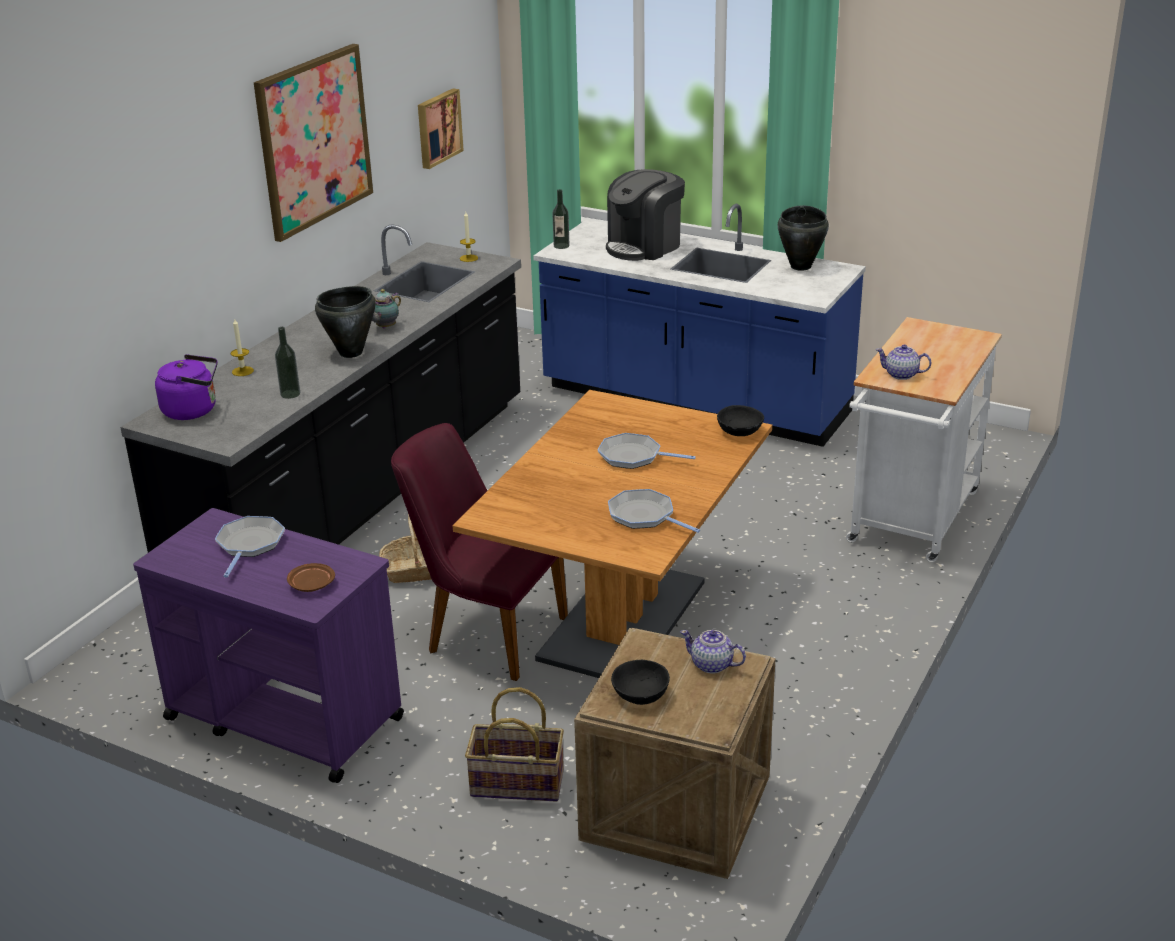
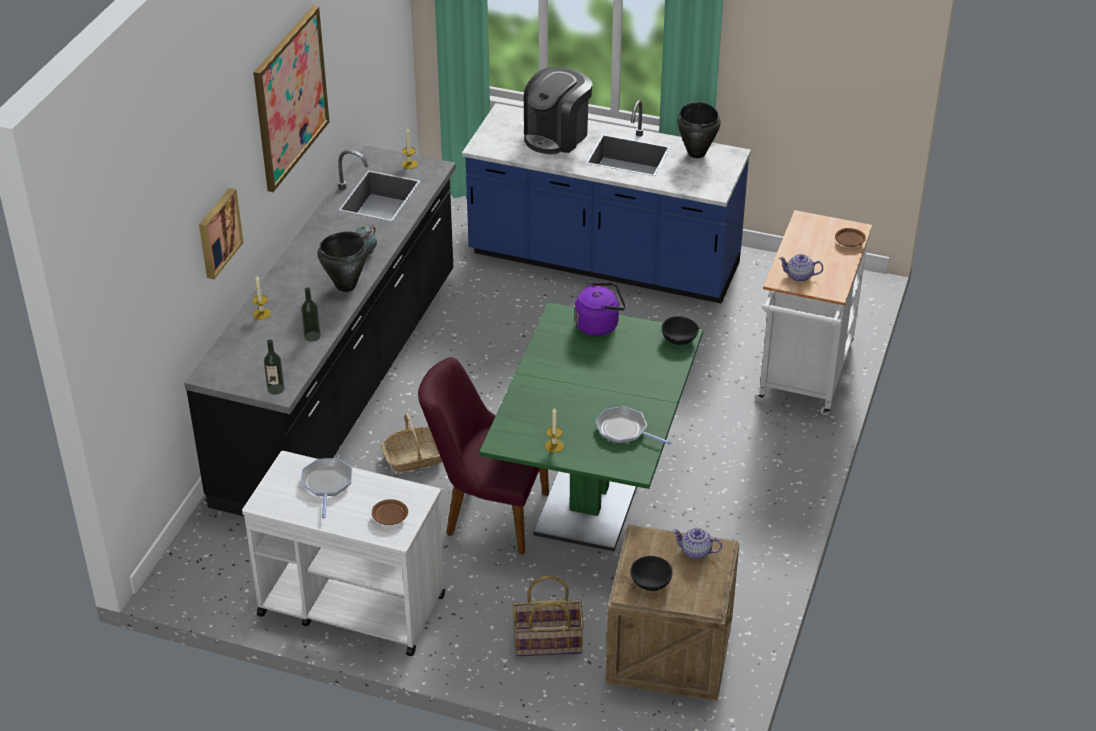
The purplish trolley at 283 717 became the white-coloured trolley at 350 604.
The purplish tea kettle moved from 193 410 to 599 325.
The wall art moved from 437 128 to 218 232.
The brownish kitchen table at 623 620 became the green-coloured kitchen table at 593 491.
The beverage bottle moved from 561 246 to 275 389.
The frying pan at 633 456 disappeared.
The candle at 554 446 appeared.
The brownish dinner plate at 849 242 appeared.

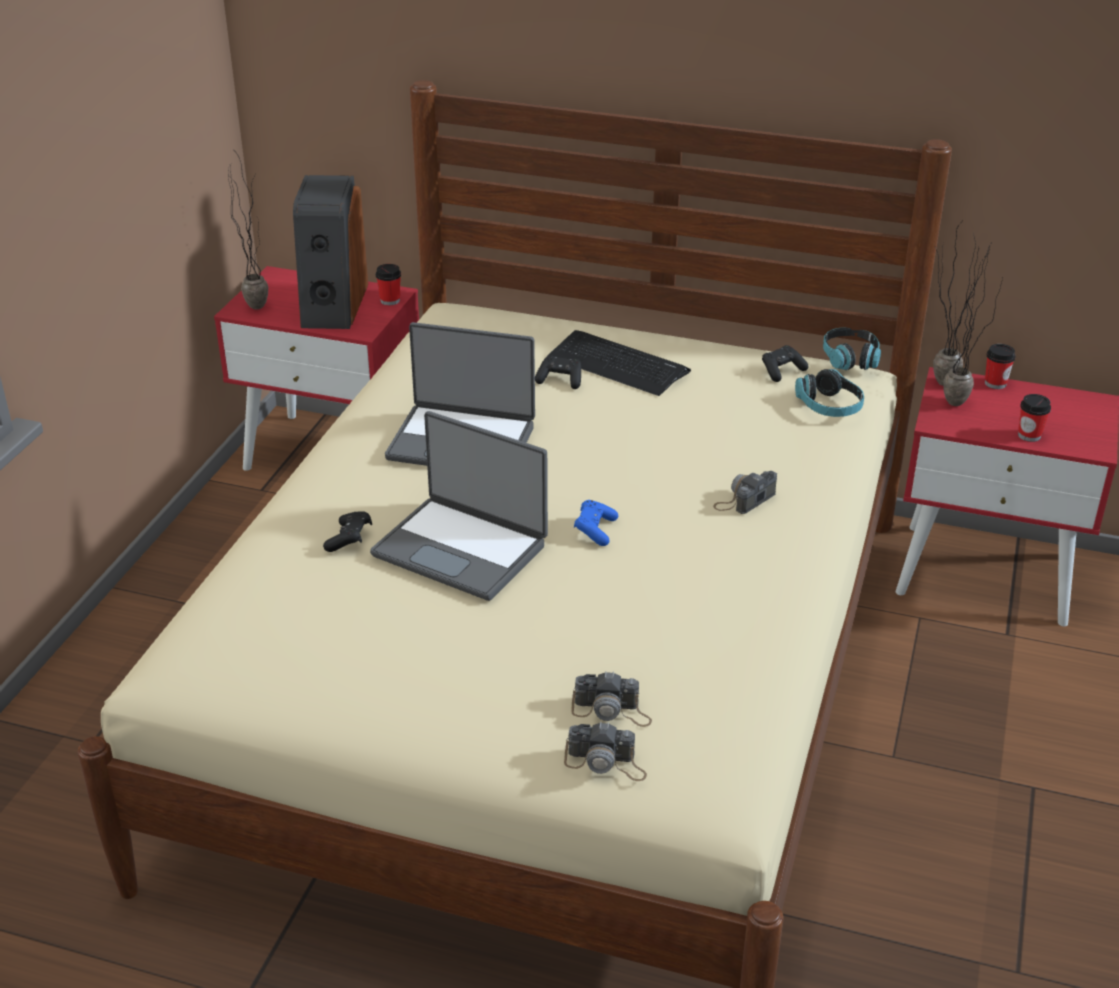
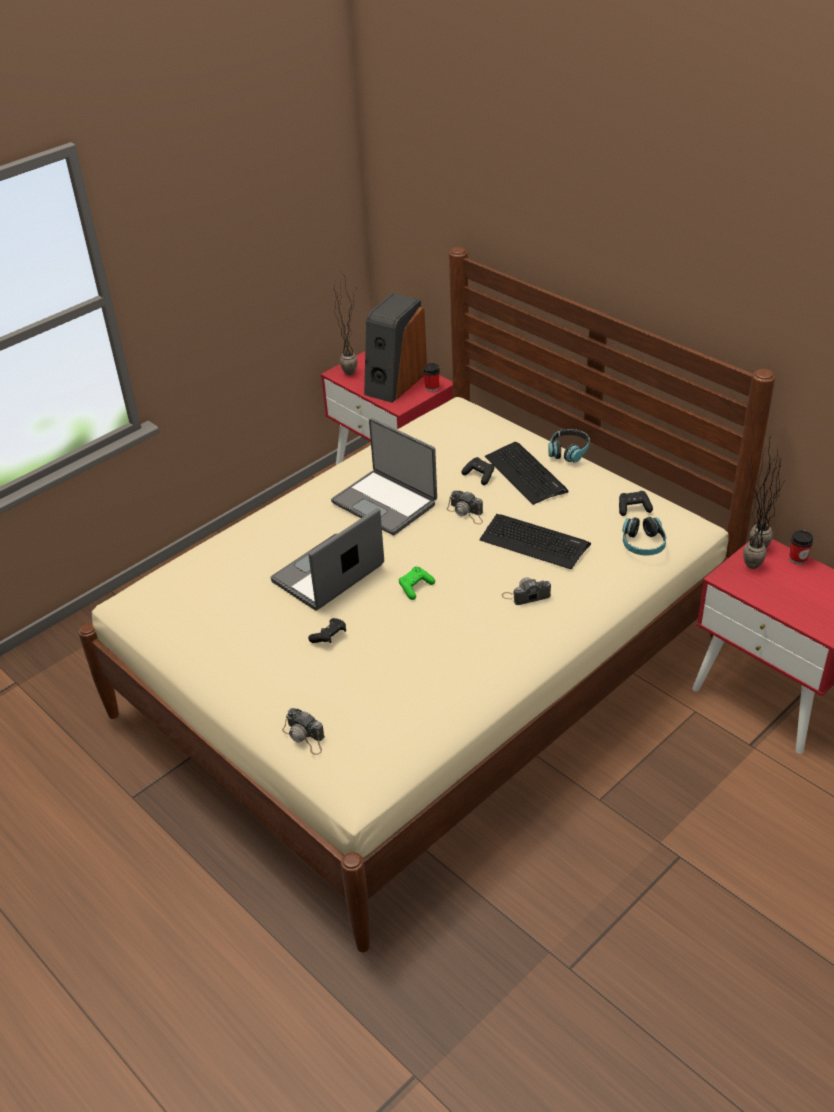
The blackish gamepad moved from 349 540 to 329 637.
The laptop at 462 548 turned 75 degrees clockwise.
The photo camera moved from 611 711 to 466 513.
The blue gamepad at 595 530 became the green-coloured gamepad at 415 587.
The pair of headphones moved from 850 358 to 568 451.
The cup at 1029 435 disappeared.
The computer keyboard at 534 542 appeared.

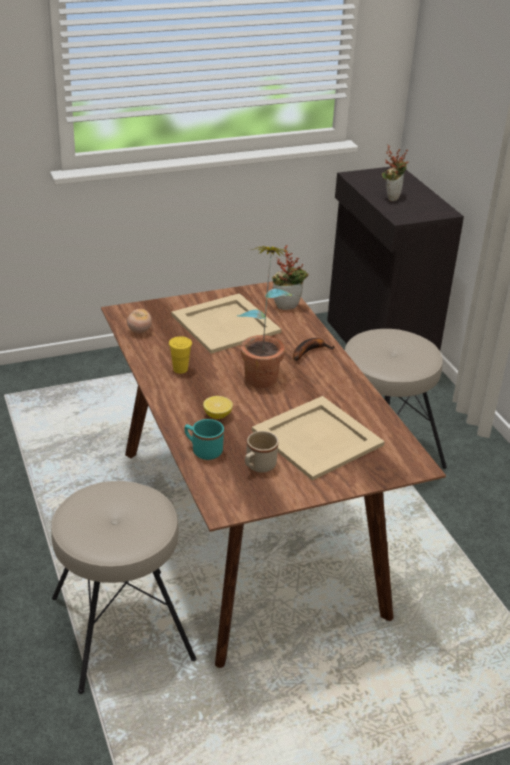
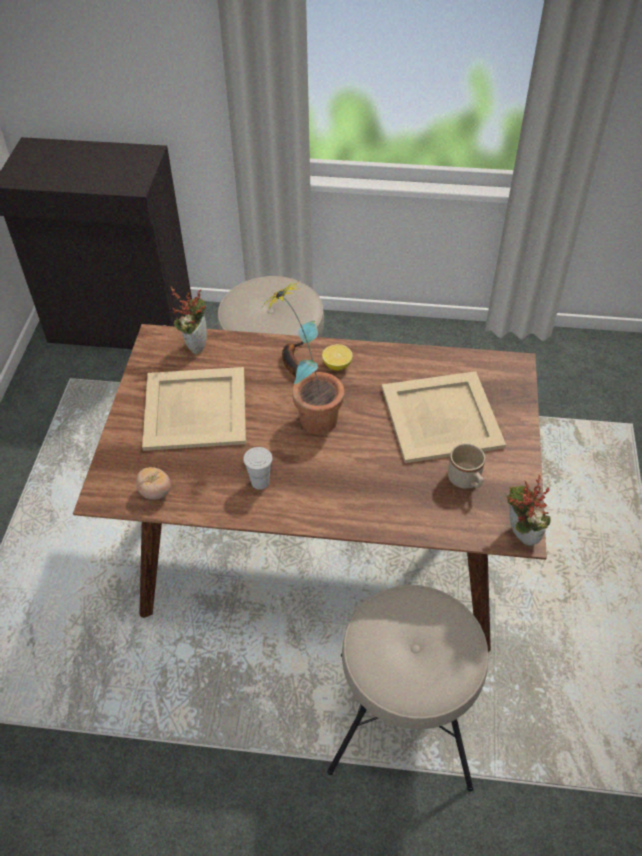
The yellow cup at 180 369 became the white-coloured cup at 260 482.
The turquoise tea mug at 203 450 disappeared.
The citrus fruit moved from 217 415 to 337 365.
The houseplant moved from 391 197 to 518 536.

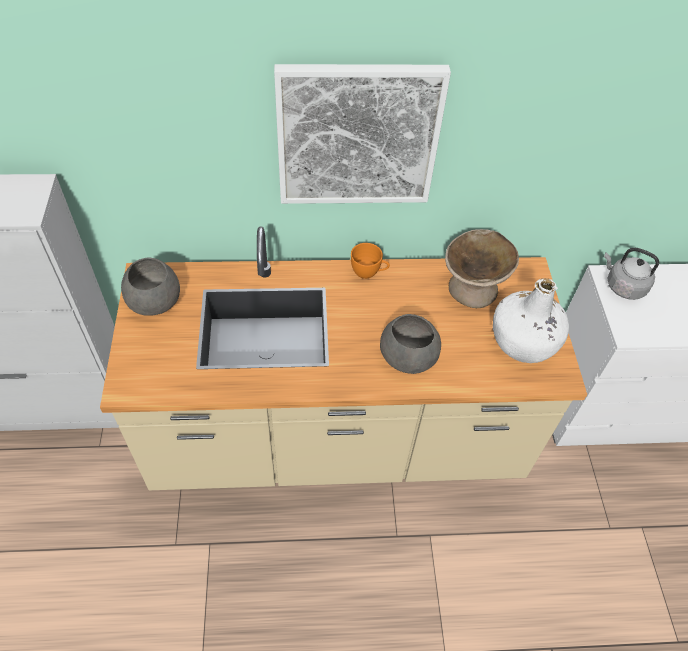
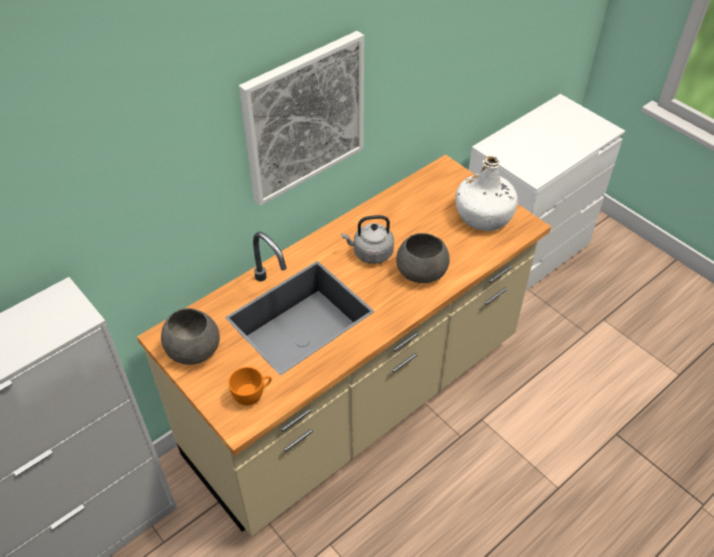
The orangey cup moved from 369 273 to 252 395.
The sand-coloured bowl at 473 289 disappeared.
The grey tea kettle moved from 623 286 to 370 253.

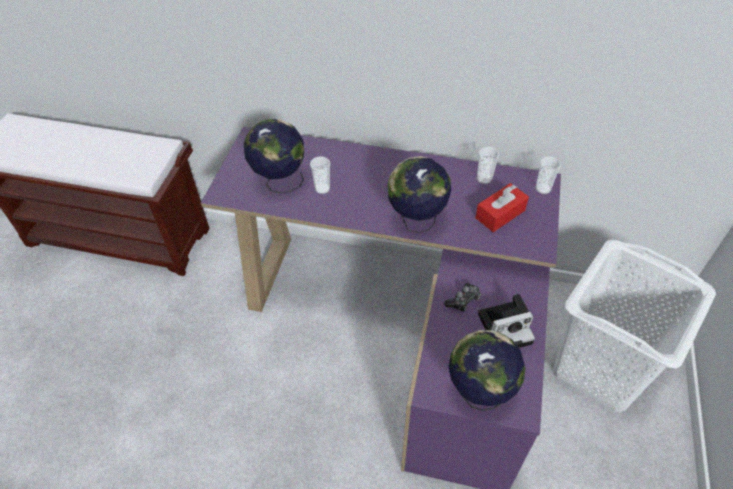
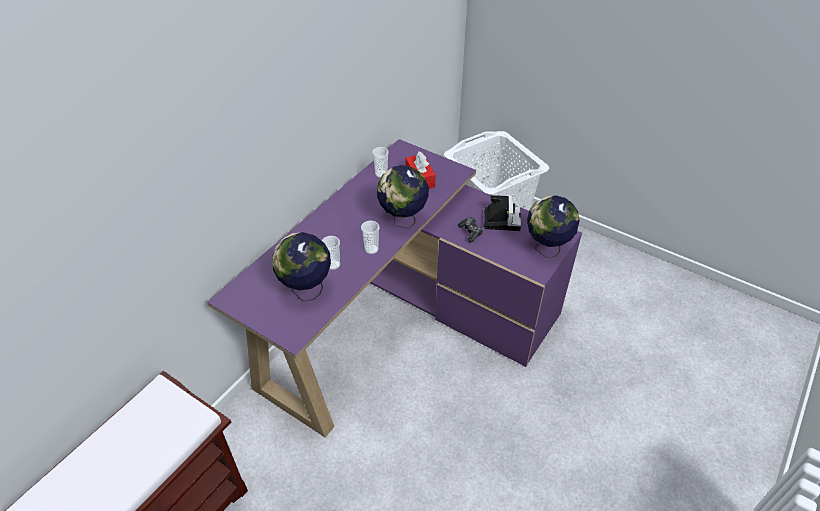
The cup moved from 543 189 to 371 249.

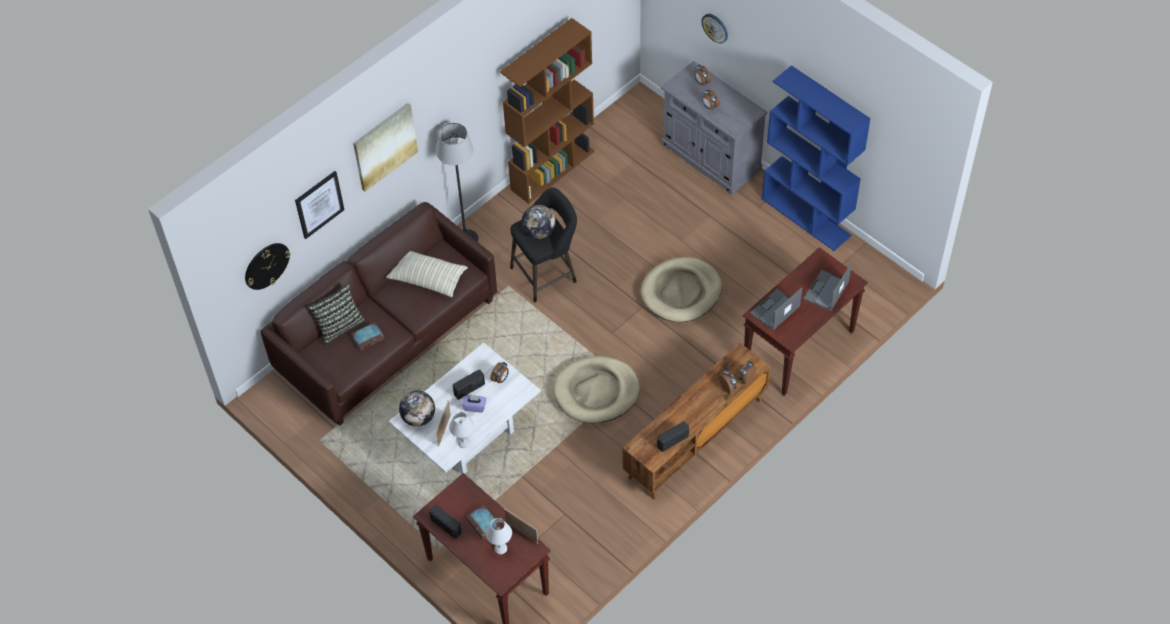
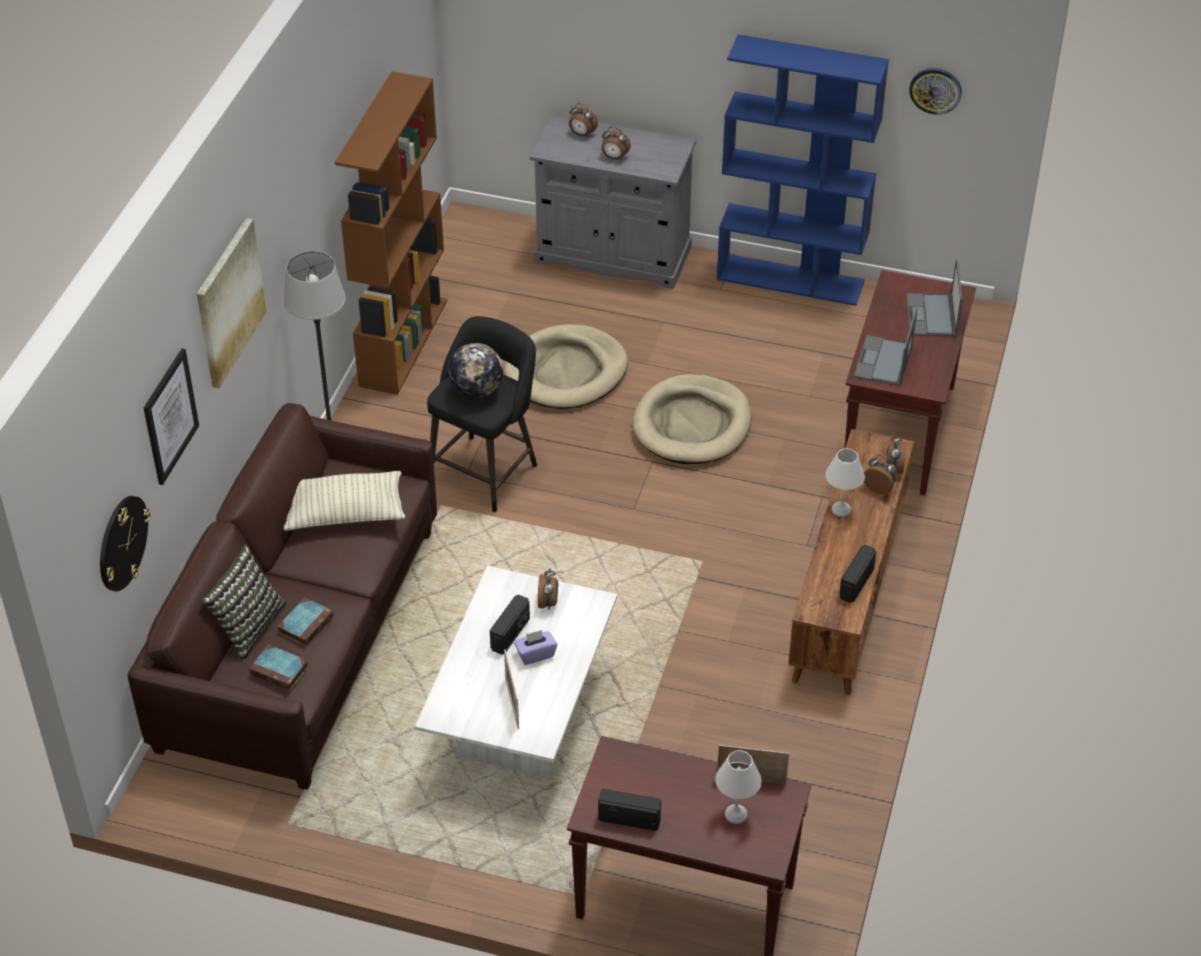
The world globe at 418 417 disappeared.
The white-coloured tabletop lamp moved from 464 443 to 842 509.
The bound book moved from 484 524 to 280 670.
The sand-coloured pet bed moved from 596 392 to 566 372.
The wall clock moved from 715 27 to 935 90.

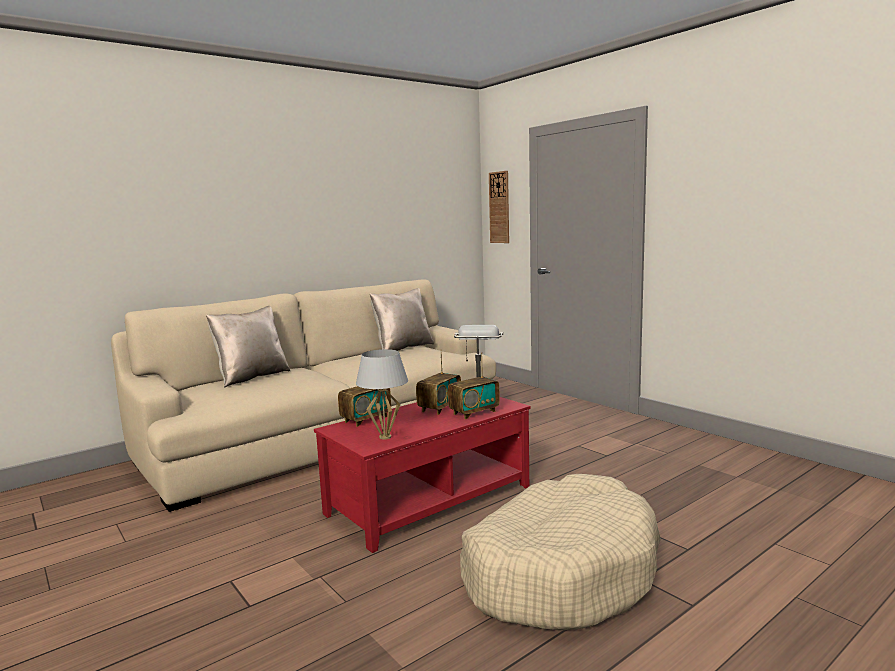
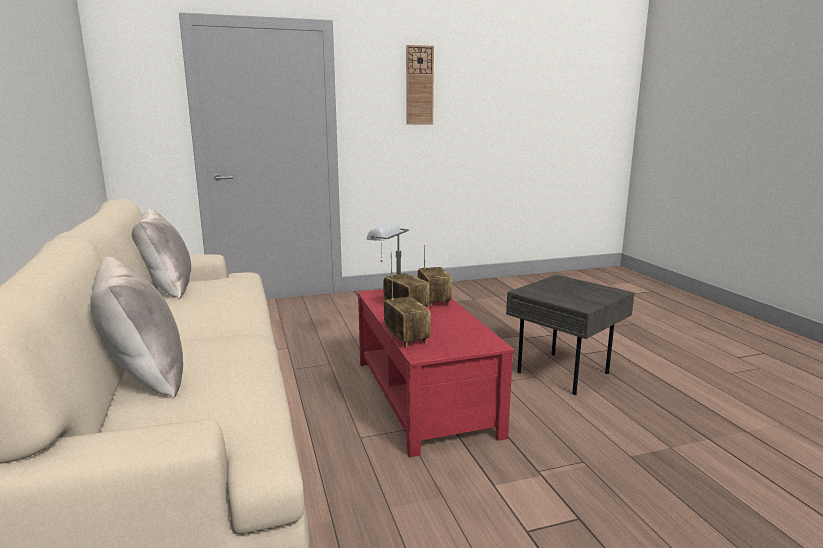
The white-coloured tabletop lamp at 385 437 disappeared.
The sand-coloured pet bed at 560 571 was replaced by the grey end table at 566 373.
The wall clock moved from 499 207 to 419 85.

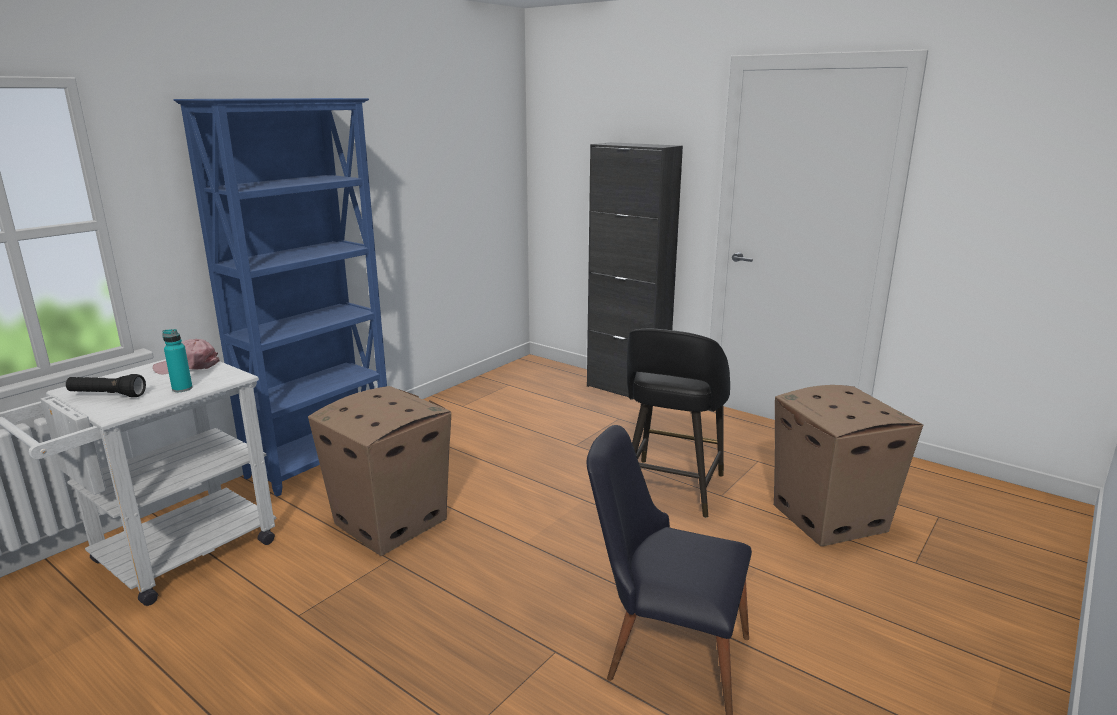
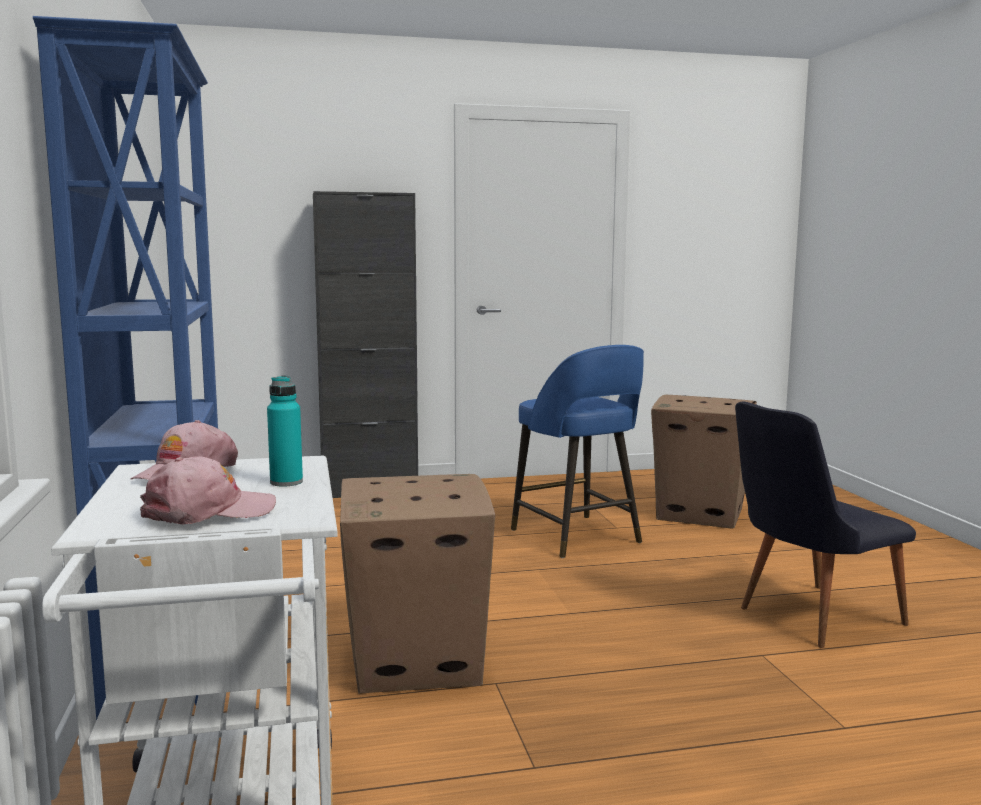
The blackish hand torch at 107 395 was replaced by the pinkish peaked cap at 208 511.
The blackish sitting stool at 671 489 became the blue sitting stool at 577 537.

